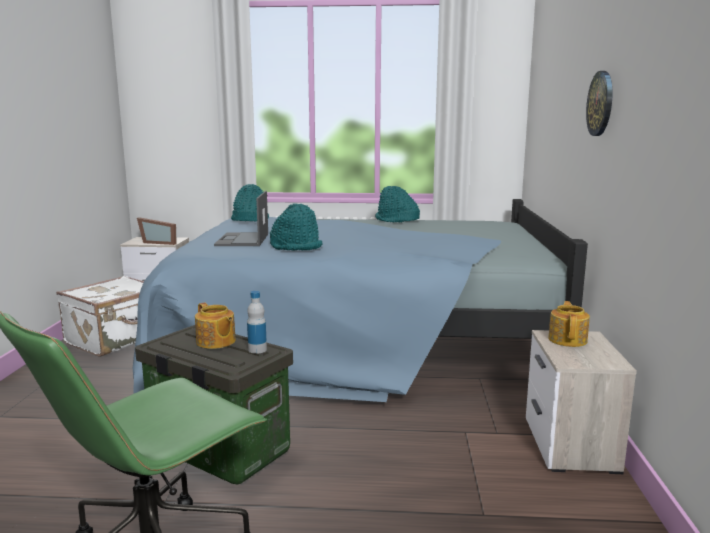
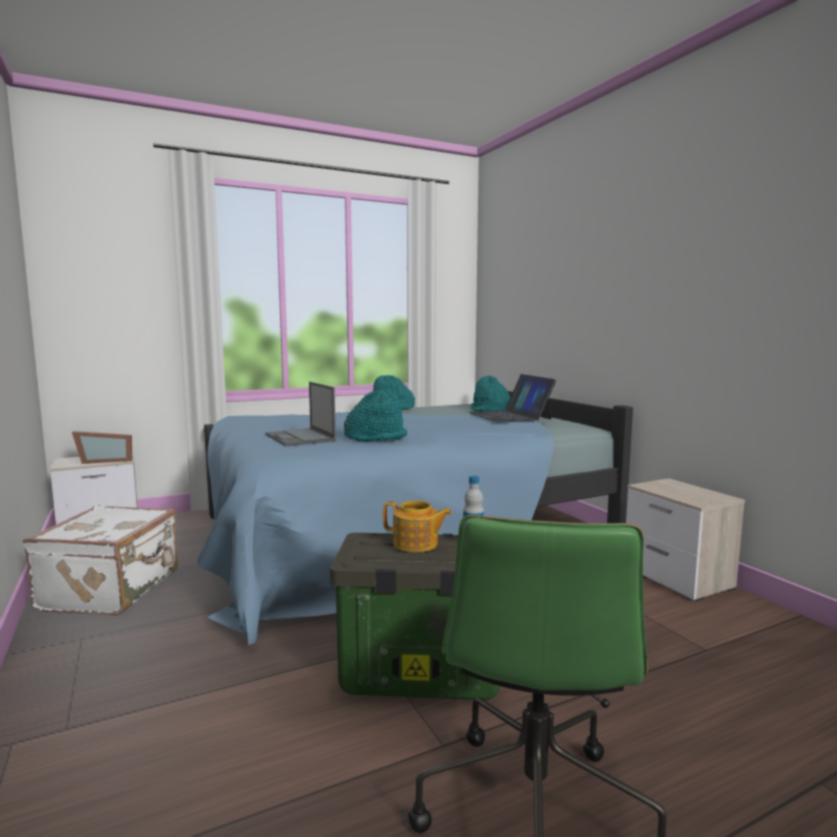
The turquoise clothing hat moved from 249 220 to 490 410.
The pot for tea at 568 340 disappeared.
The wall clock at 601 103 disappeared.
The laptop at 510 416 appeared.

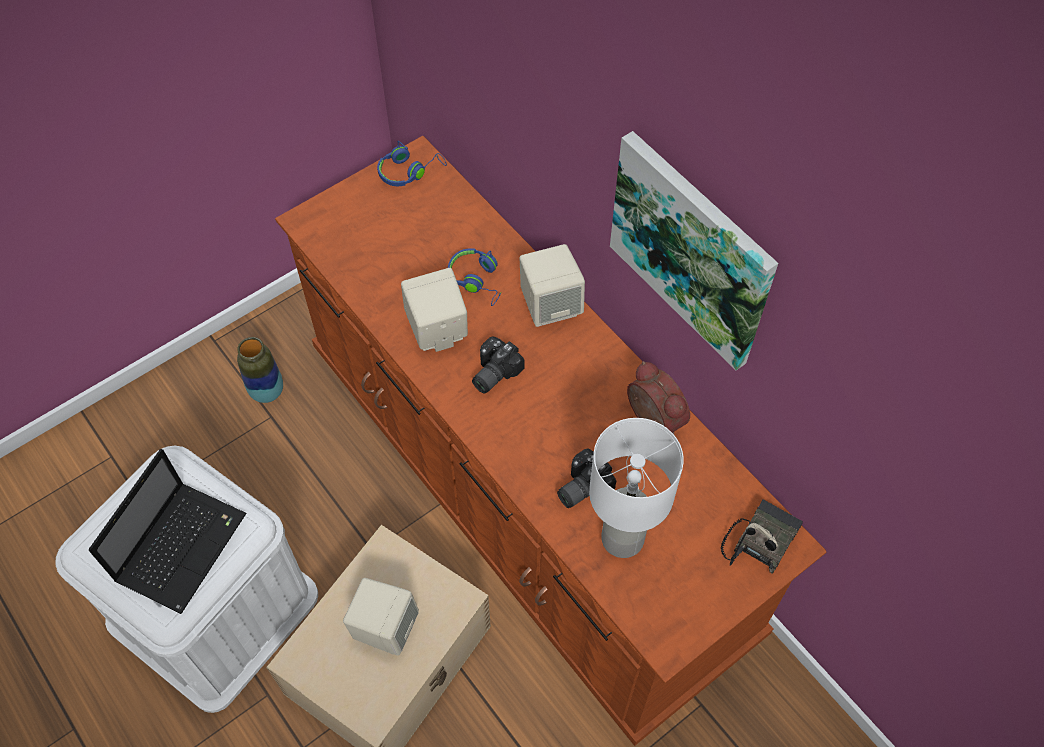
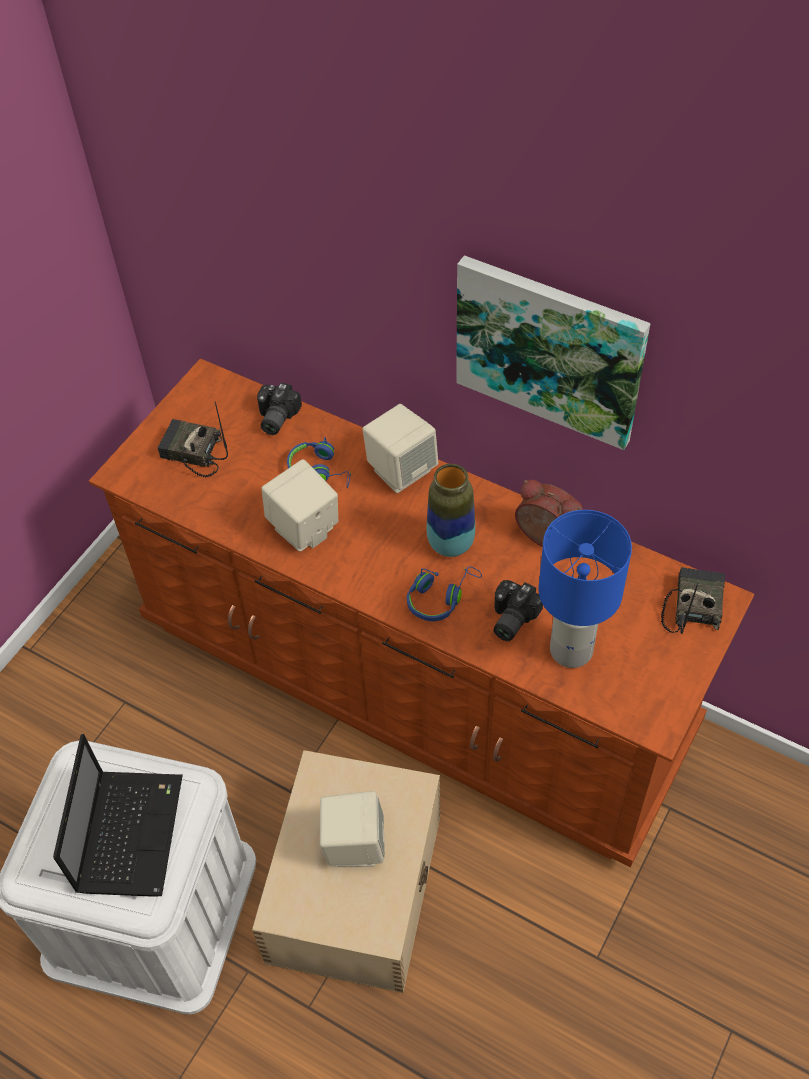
The decorative vase moved from 267 392 to 450 544.
The blue pair of headphones moved from 409 171 to 440 597.
The photo camera moved from 492 372 to 274 418.
The white-coloured tabletop lamp at 623 539 became the blue tabletop lamp at 572 650.
The radio set at 192 453 appeared.

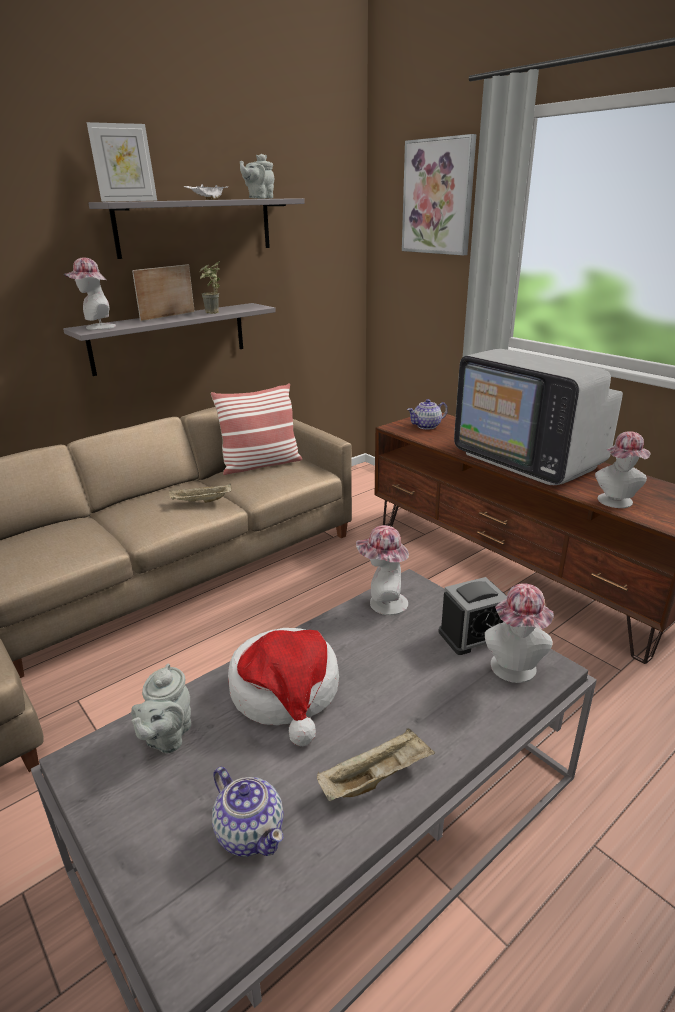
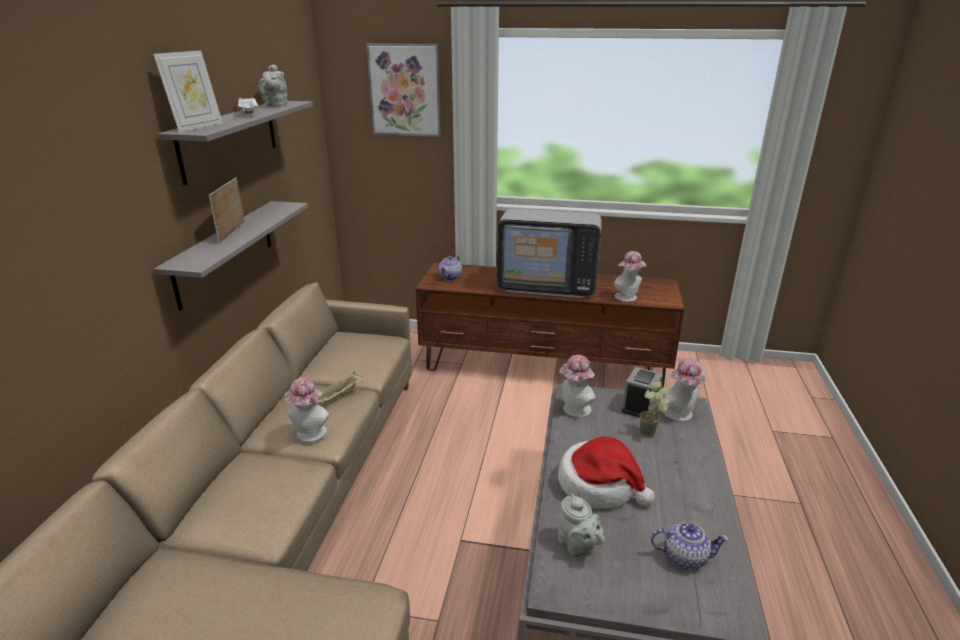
The clothing hat moved from 96 327 to 310 435.
The houseplant moved from 212 313 to 651 435.
The pillow at 260 464 disappeared.
The sand-coloured tray at 376 778 disappeared.

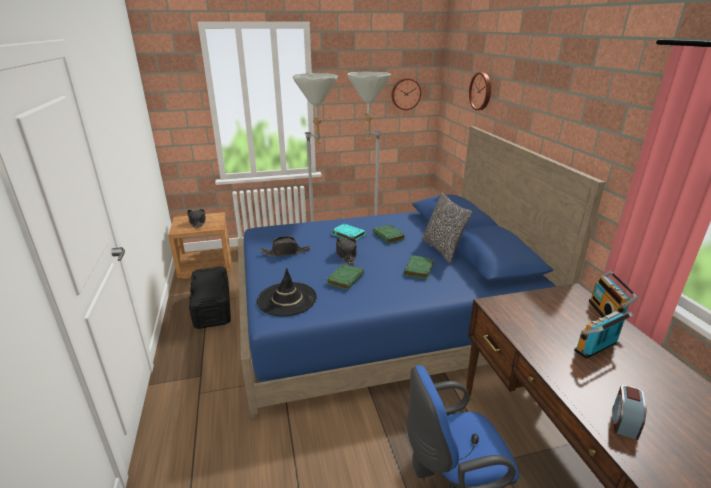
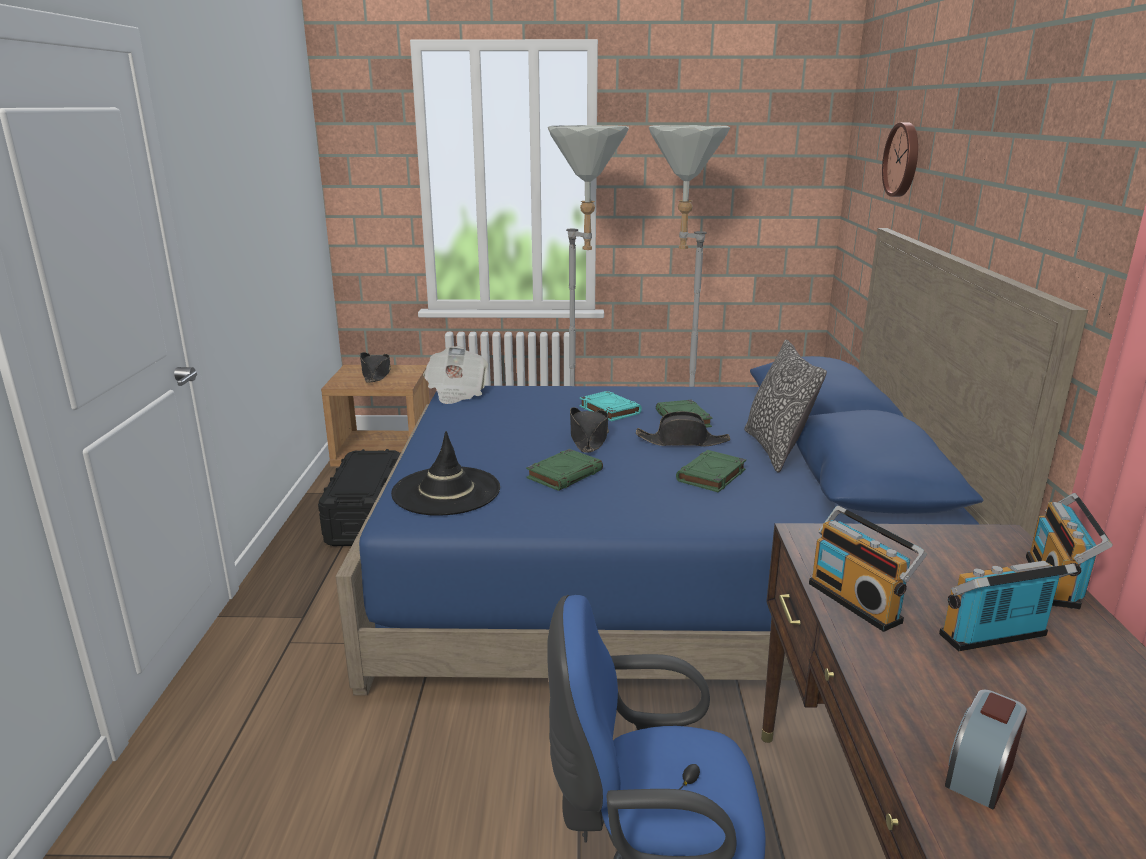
The blackish clothing hat moved from 286 252 to 682 441.
The wall clock at 405 94 disappeared.
The newspaper at 456 392 appeared.
The radio set at 857 601 appeared.

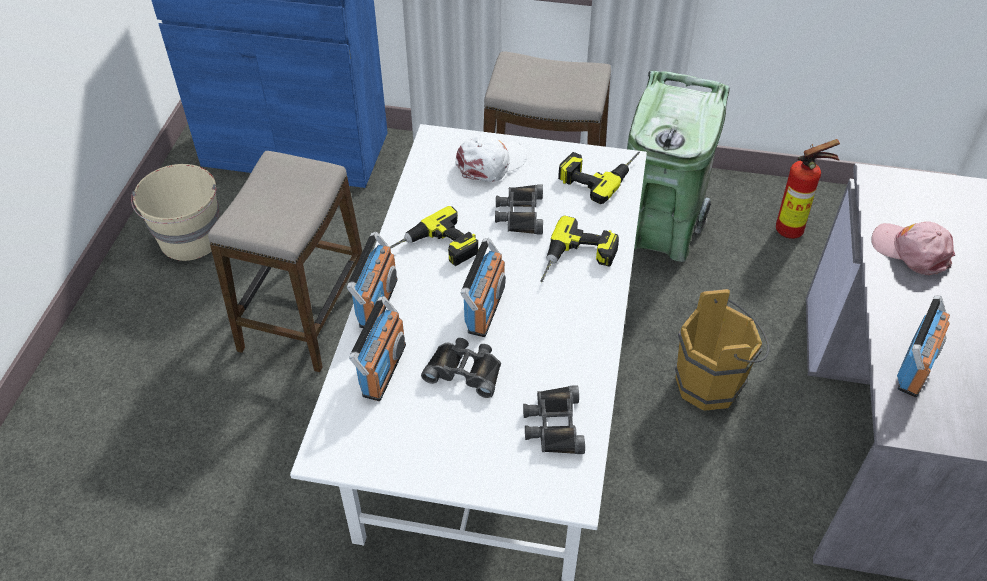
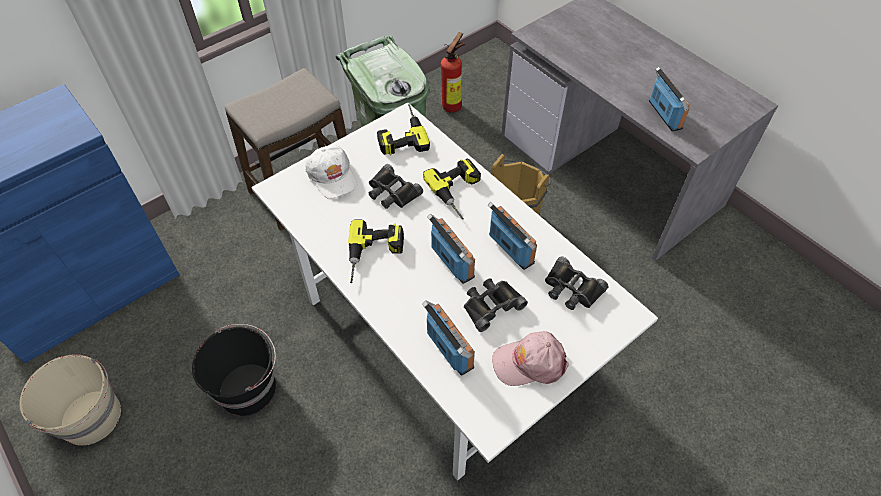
The sitting stool at 304 315 was replaced by the blackish water bucket at 248 387.
The radio set moved from 377 302 to 510 249.
The white-coloured peaked cap at 491 163 turned 150 degrees clockwise.
The pinkish peaked cap moved from 911 250 to 529 362.

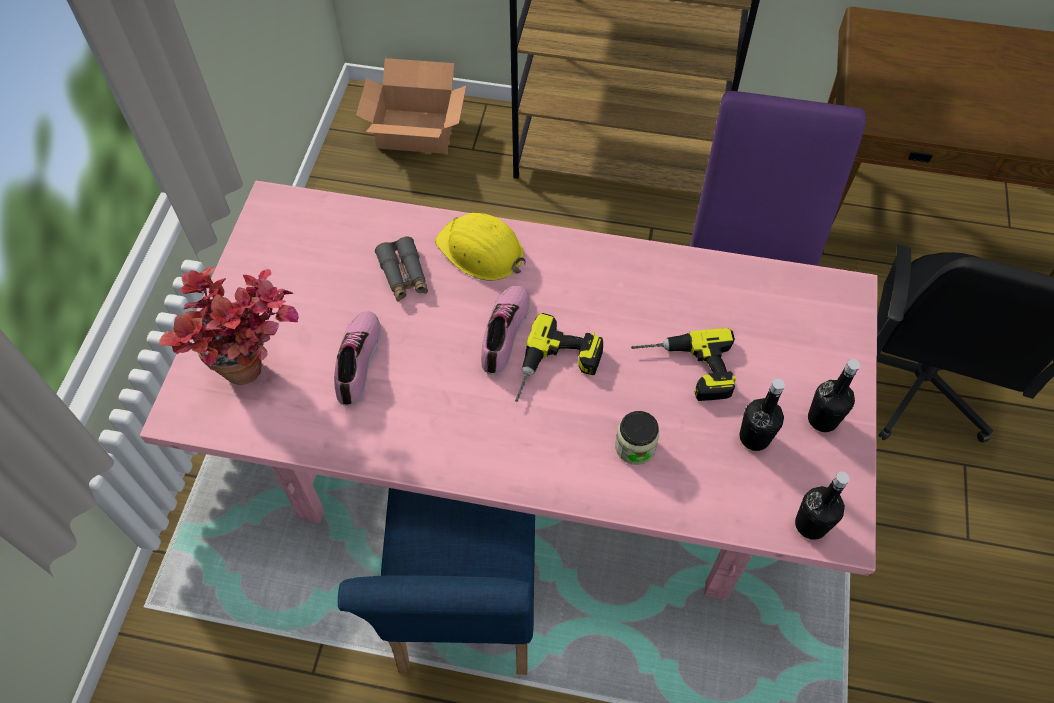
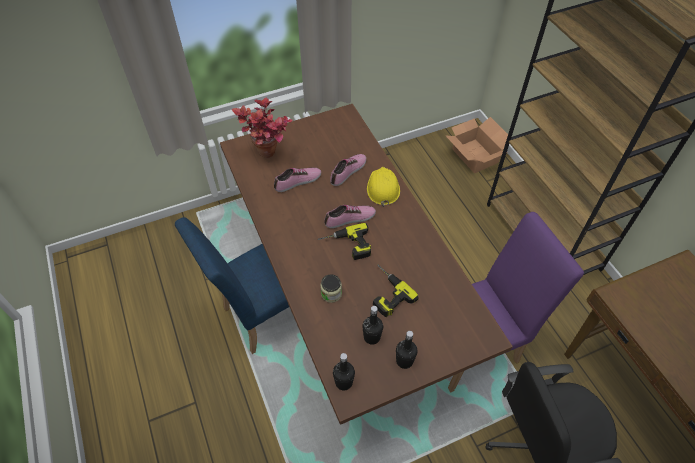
The pinkish kitchen table at 524 462 became the brownish kitchen table at 346 296.
The grey pair of binoculars at 404 275 was replaced by the shoe at 348 171.

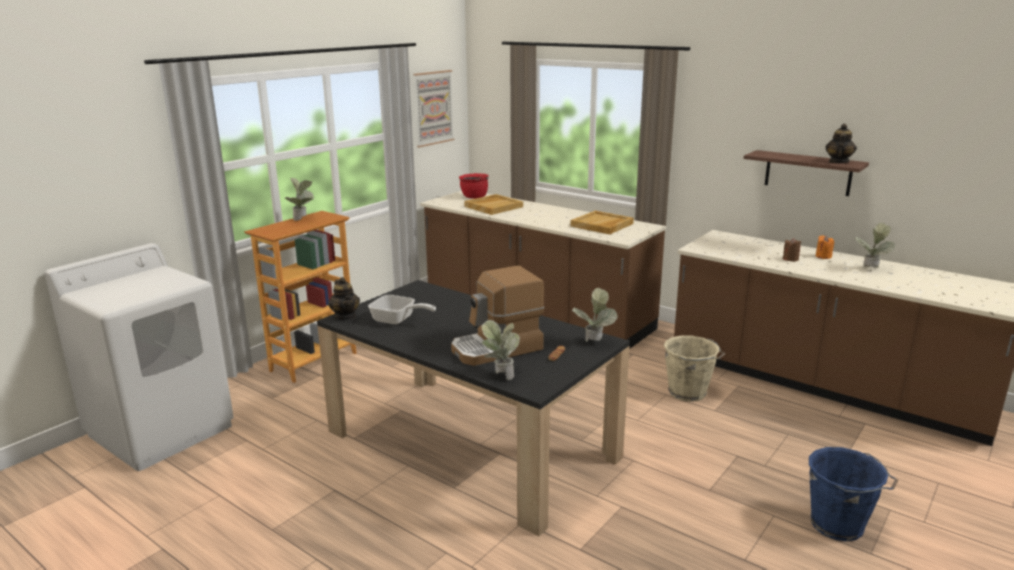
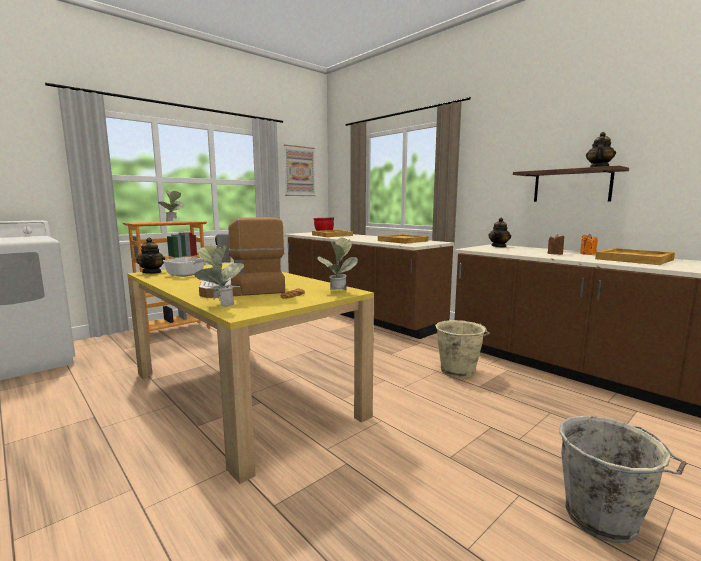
The blackish kitchen table at 471 444 became the yellow kitchen table at 242 392.
The blue water bucket at 839 526 became the grey water bucket at 604 519.
The houseplant at 870 269 was replaced by the sand-coloured tray at 635 259.
The pot for tea at 499 246 appeared.

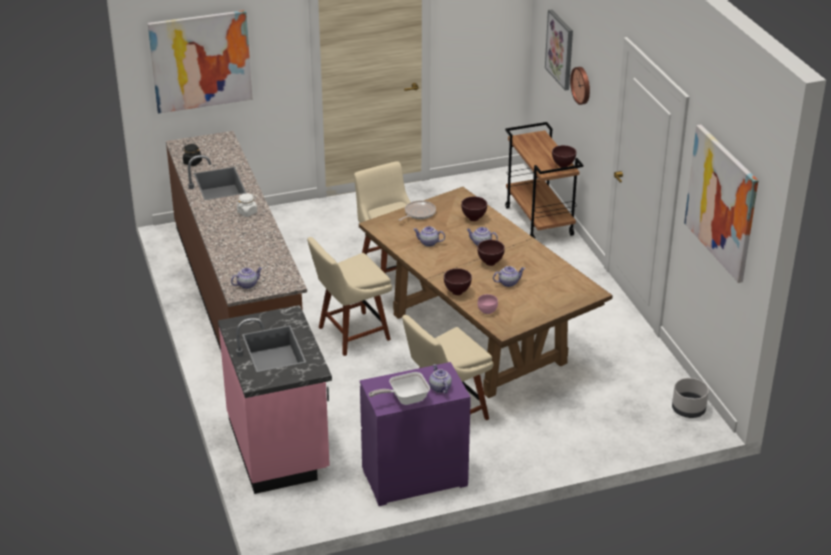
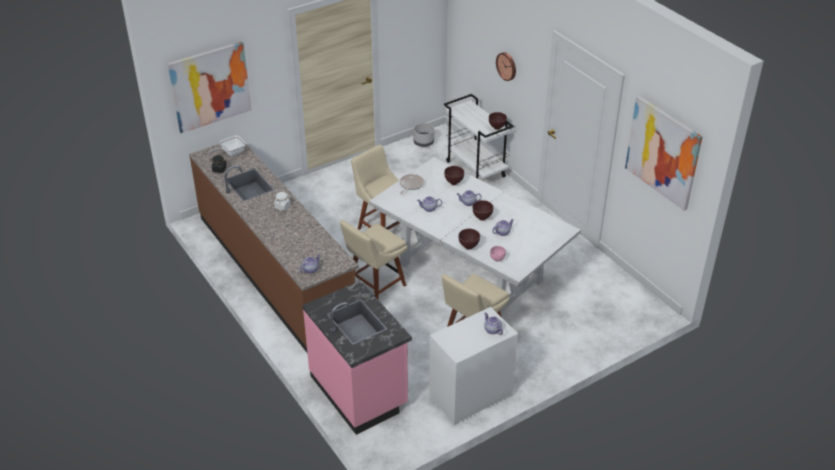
The brownish kitchen table at 477 338 became the white-coloured kitchen table at 469 272.
The purplish drawer chest at 414 478 became the white-coloured drawer chest at 470 396.
The frying pan moved from 405 399 to 231 153.
The brownish trolley at 540 221 became the white-coloured trolley at 476 169.
The wall art at 560 49 disappeared.
The grey flower pot moved from 688 409 to 424 142.

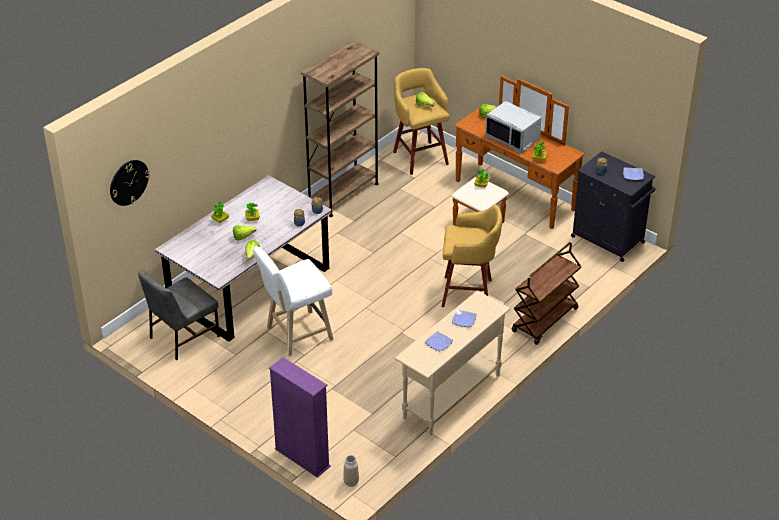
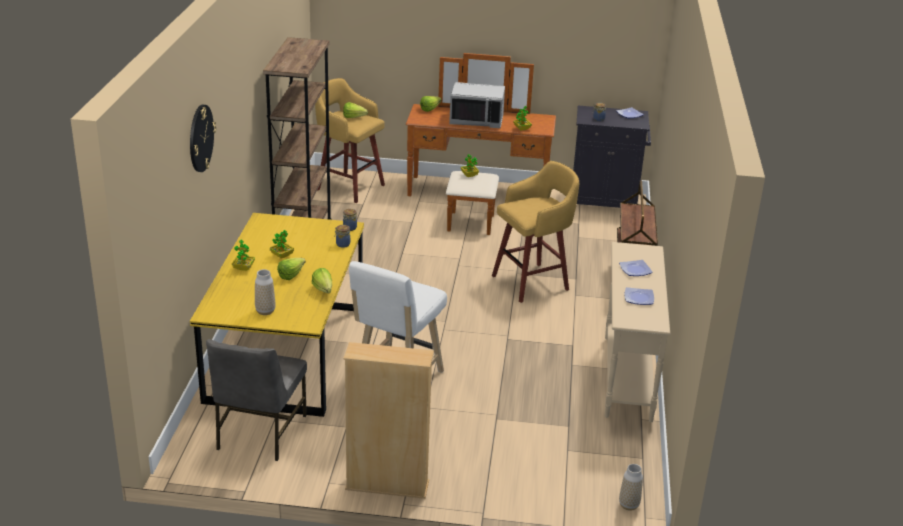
The wall clock moved from 128 182 to 200 138.
The grey kitchen table at 248 284 became the yellow kitchen table at 285 352.
The purplish shelving unit at 302 458 disappeared.
The decorative vase at 265 311 appeared.
The sand-coloured shelving unit at 387 485 appeared.

